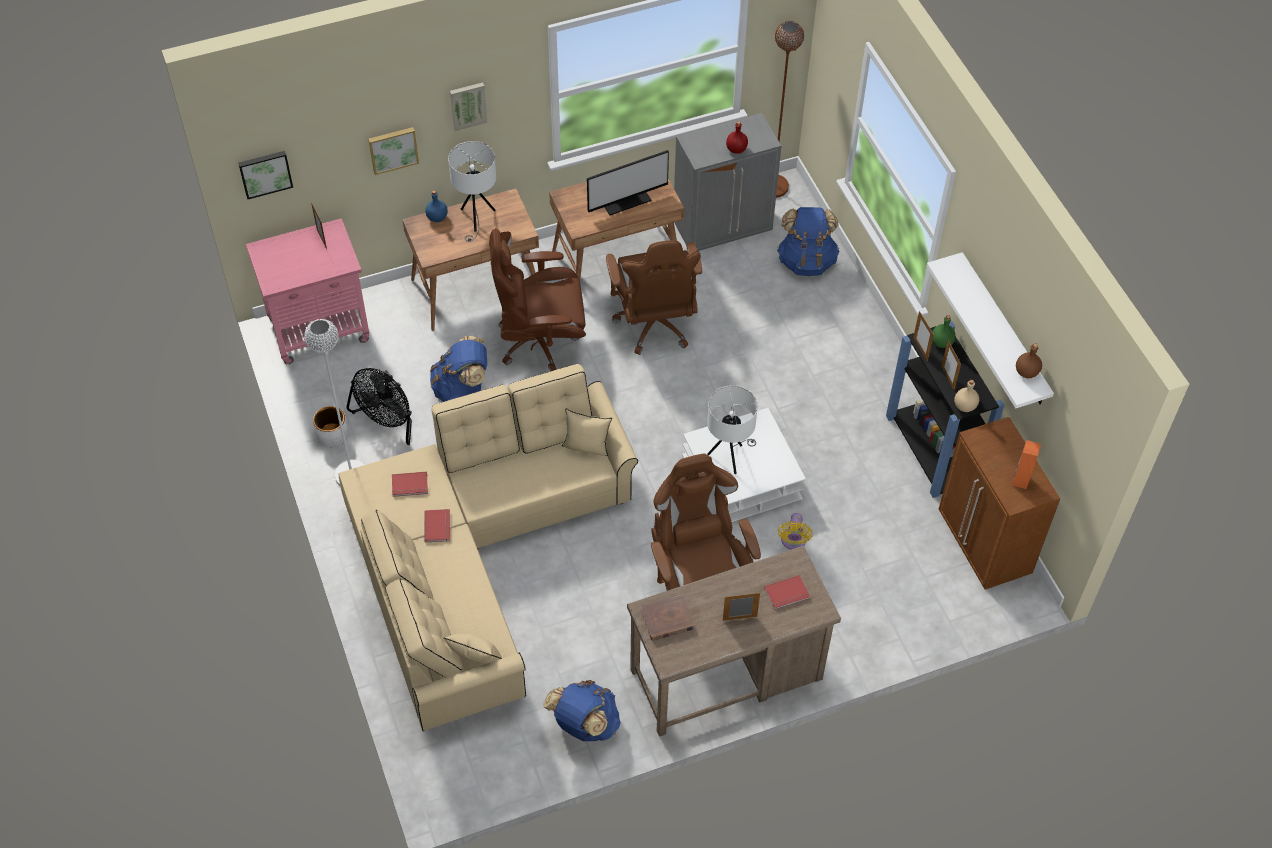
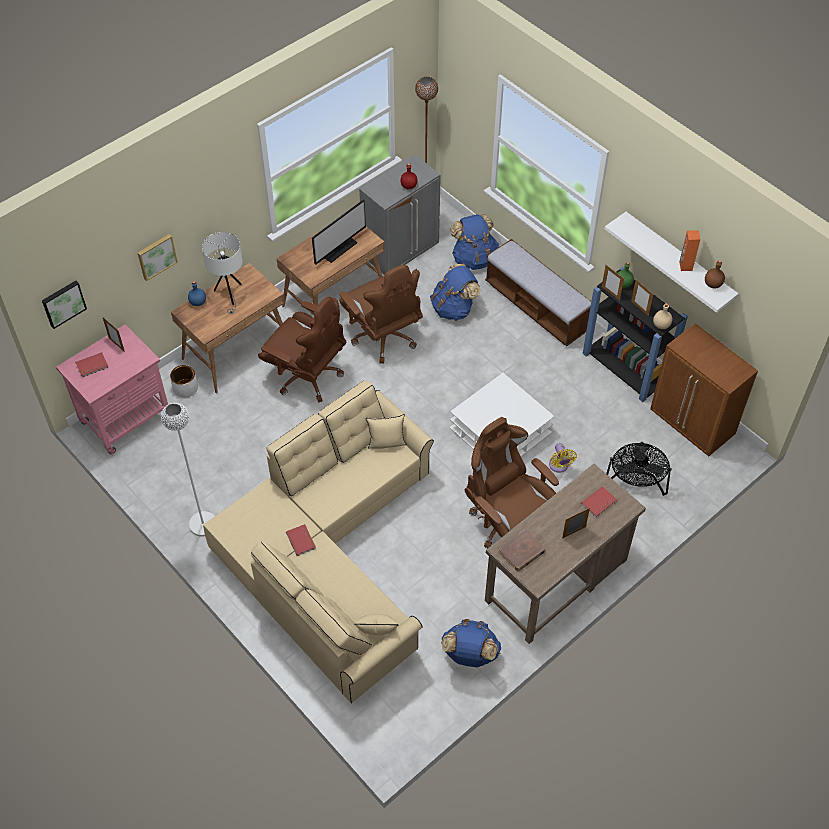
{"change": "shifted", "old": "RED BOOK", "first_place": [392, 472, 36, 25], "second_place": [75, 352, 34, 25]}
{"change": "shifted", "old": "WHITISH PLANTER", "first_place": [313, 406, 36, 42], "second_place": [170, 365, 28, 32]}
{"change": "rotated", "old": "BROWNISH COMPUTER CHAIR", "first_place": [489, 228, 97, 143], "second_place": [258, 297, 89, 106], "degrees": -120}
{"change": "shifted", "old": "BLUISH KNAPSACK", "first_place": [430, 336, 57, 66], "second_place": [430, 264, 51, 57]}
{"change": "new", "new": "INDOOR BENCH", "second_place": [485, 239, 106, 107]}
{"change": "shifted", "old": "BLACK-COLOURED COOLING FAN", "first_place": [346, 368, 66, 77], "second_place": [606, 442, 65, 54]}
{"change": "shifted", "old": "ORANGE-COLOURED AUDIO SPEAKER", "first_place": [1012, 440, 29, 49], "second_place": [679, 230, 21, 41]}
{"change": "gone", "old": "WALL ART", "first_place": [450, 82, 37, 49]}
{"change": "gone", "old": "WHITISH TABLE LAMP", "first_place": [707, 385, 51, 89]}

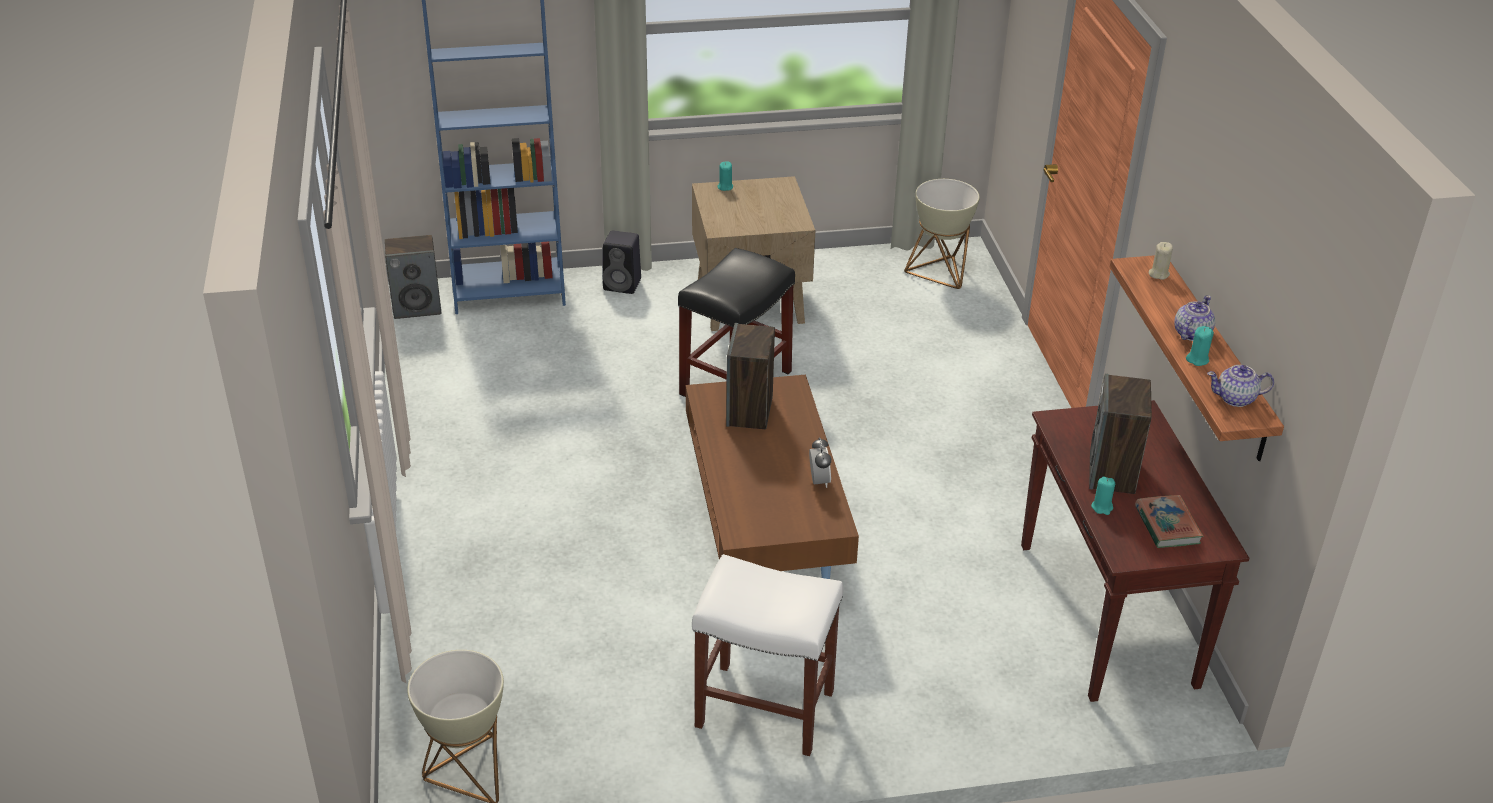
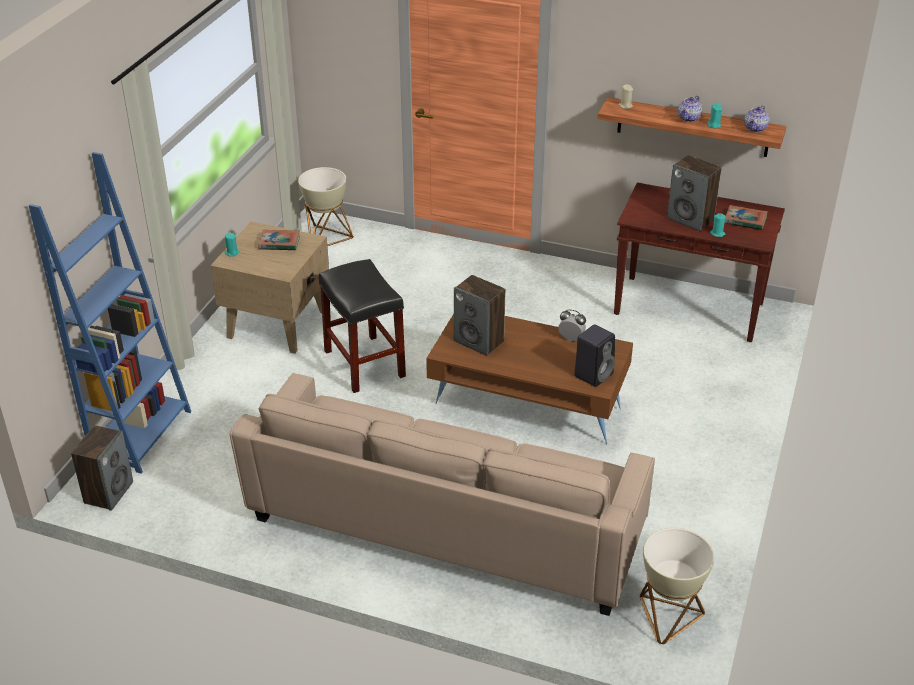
{"change": "new", "new": "BEIGE SETTEE", "second_place": [230, 373, 425, 243]}
{"change": "new", "new": "BOOK", "second_place": [258, 230, 42, 20]}
{"change": "shifted", "old": "BLACK-COLOURED AUDIO SPEAKER", "first_place": [603, 230, 38, 64], "second_place": [574, 325, 41, 62]}
{"change": "rotated", "old": "POT FOR TEA", "first_place": [1174, 295, 41, 46], "second_place": [678, 96, 24, 26], "degrees": -120}
{"change": "gone", "old": "WHITISH STOOL", "first_place": [692, 554, 151, 202]}

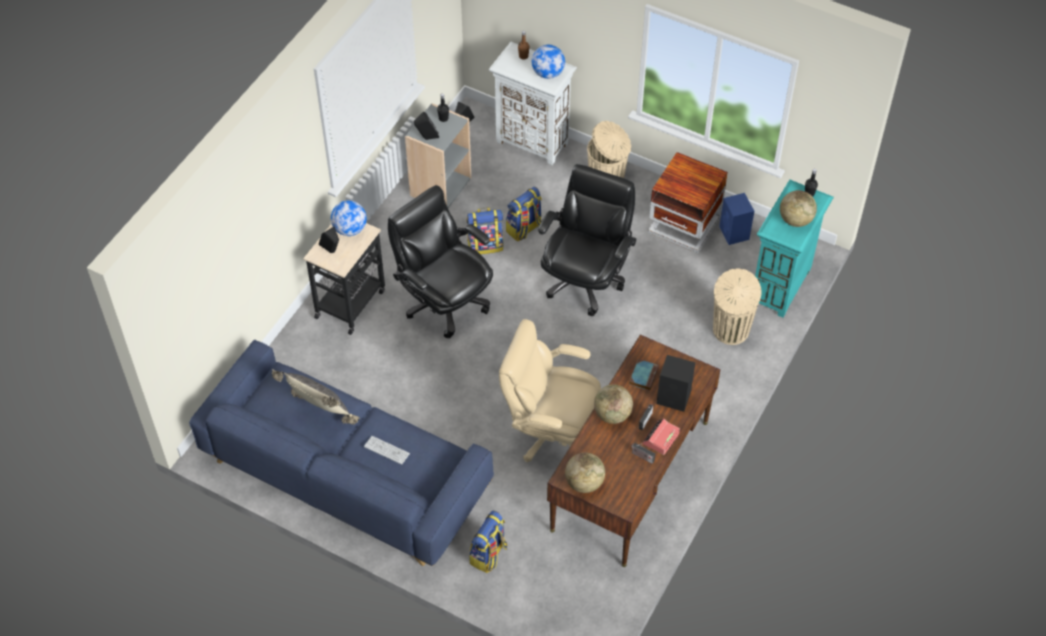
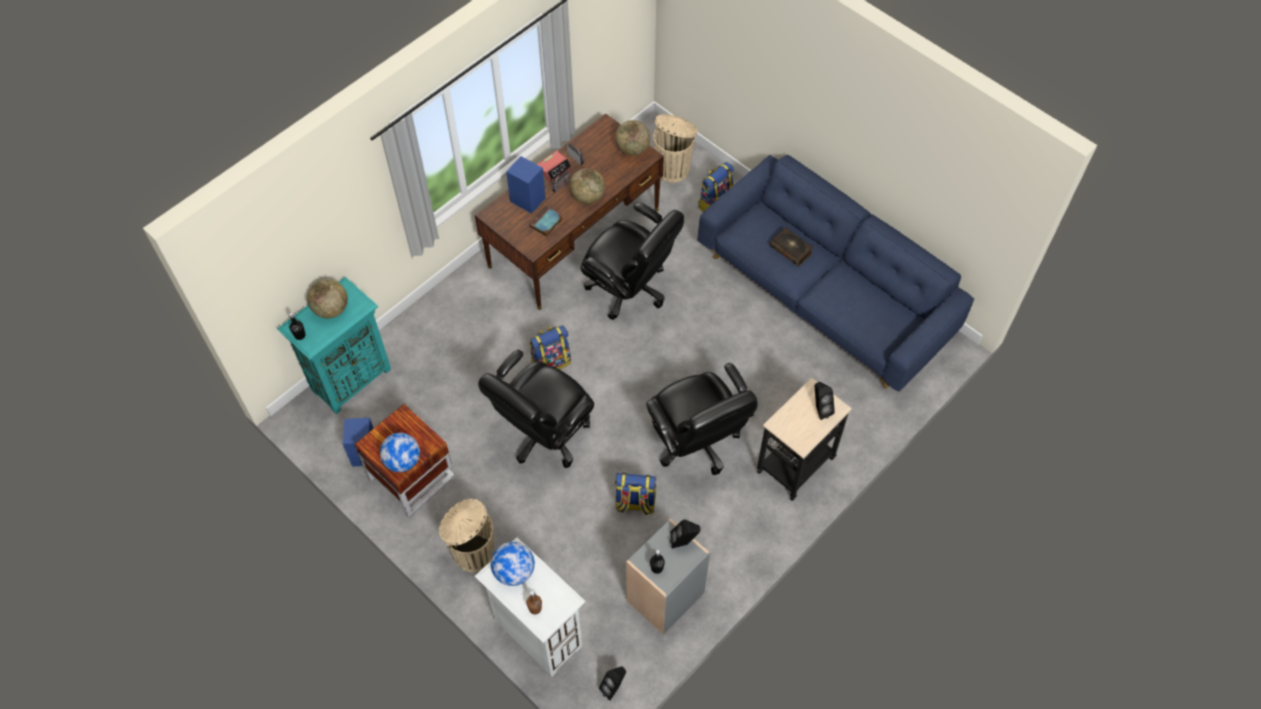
{"change": "shifted", "old": "GLOBE", "first_place": [331, 200, 36, 36], "second_place": [380, 433, 40, 39]}
{"change": "repainted", "old": "BLACK-COLOURED AUDIO SPEAKER", "new": "BLUISH AUDIO SPEAKER", "first_place": [656, 355, 39, 57], "second_place": [506, 156, 40, 58]}
{"change": "shifted", "old": "KNAPSACK", "first_place": [506, 187, 36, 54], "second_place": [529, 325, 42, 45]}
{"change": "repainted", "old": "BEIGE COMPUTER CHAIR", "new": "BLACK-COLOURED COMPUTER CHAIR", "first_place": [499, 319, 102, 143], "second_place": [581, 202, 103, 118]}
{"change": "shifted", "old": "BEIGE TRASH CAN", "first_place": [713, 268, 48, 77], "second_place": [653, 114, 45, 69]}
{"change": "swapped", "old": "COMPUTER KEYBOARD", "new": "BOOK", "first_place": [364, 436, 46, 29], "second_place": [770, 227, 43, 40]}
{"change": "gone", "old": "THROW PILLOW", "first_place": [272, 369, 88, 56]}

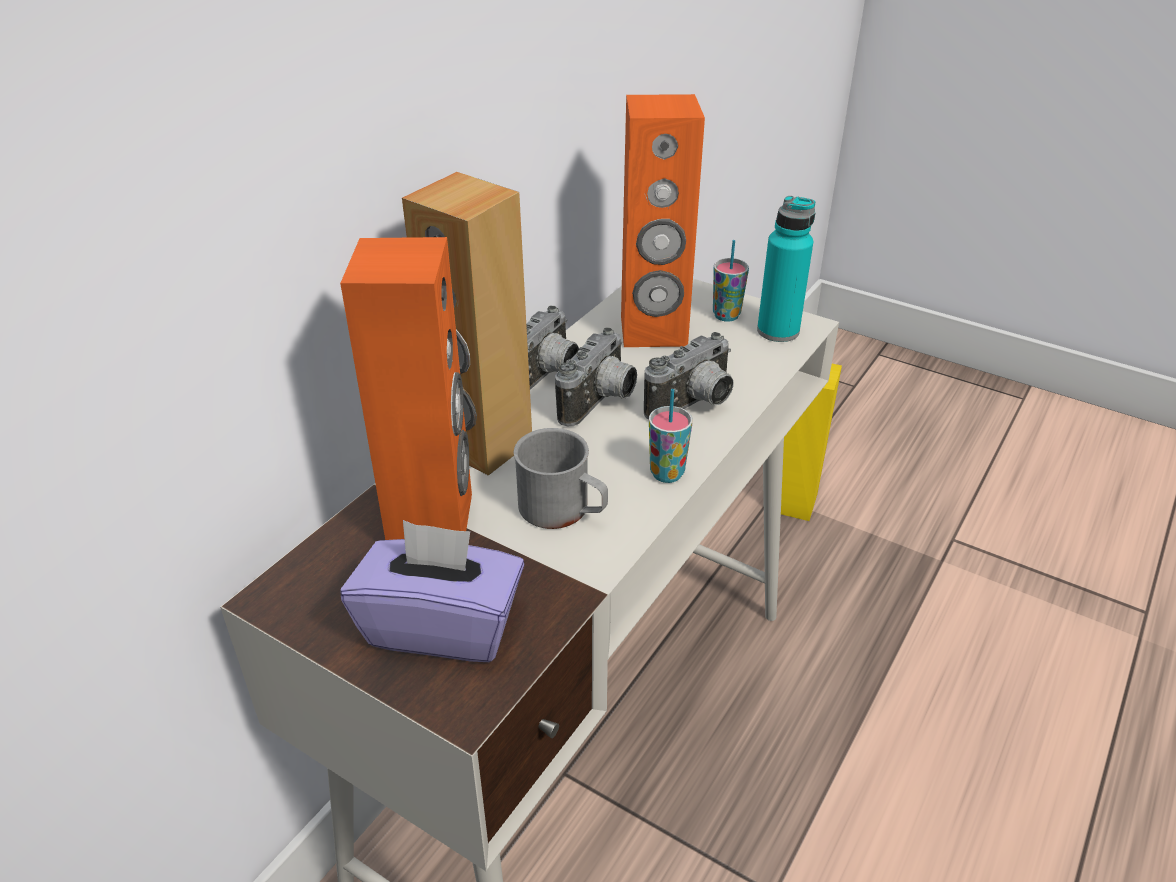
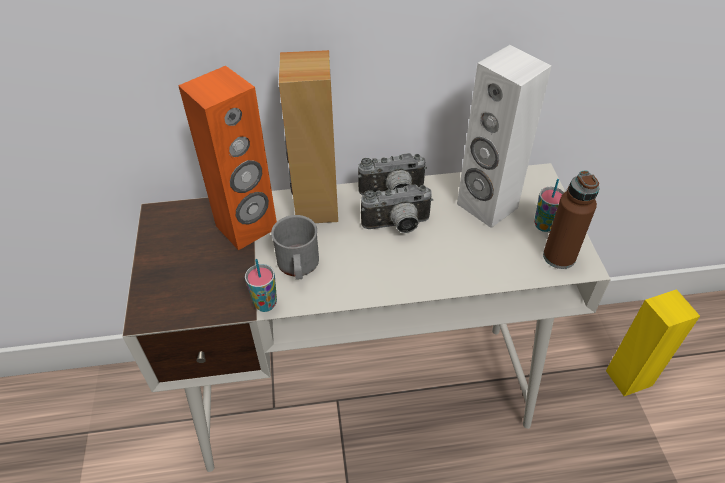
{"change": "shifted", "old": "CUP", "first_place": [649, 389, 44, 94], "second_place": [245, 259, 32, 53]}
{"change": "repainted", "old": "ORANGE-COLOURED AUDIO SPEAKER", "new": "WHITISH AUDIO SPEAKER", "first_place": [621, 94, 84, 253], "second_place": [457, 45, 95, 183]}
{"change": "repainted", "old": "TURQUOISE BOTTLE", "new": "BROWNISH BOTTLE", "first_place": [757, 196, 58, 146], "second_place": [543, 171, 57, 98]}
{"change": "gone", "old": "PURPLE TISSUE BOX", "first_place": [340, 520, 185, 142]}
{"change": "gone", "old": "PHOTO CAMERA", "first_place": [644, 332, 90, 87]}

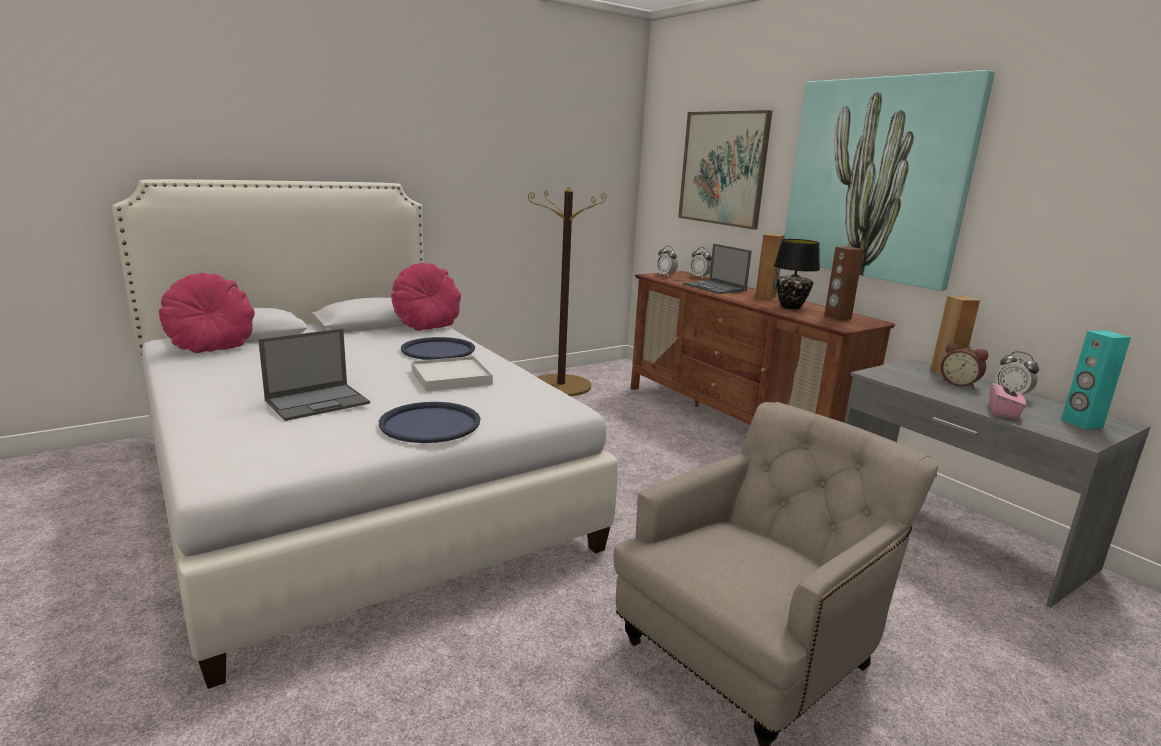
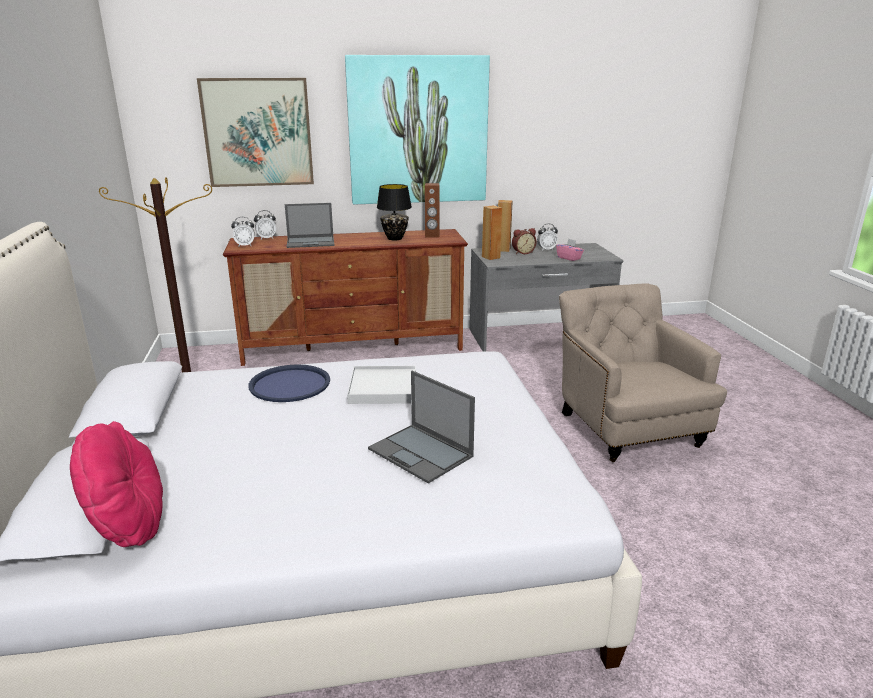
{"change": "rotated", "old": "NOTEBOOK COMPUTER", "first_place": [258, 328, 112, 93], "second_place": [368, 371, 107, 112], "degrees": 150}
{"change": "shifted", "old": "BROWNISH AUDIO SPEAKER", "first_place": [755, 233, 30, 67], "second_place": [482, 205, 20, 55]}
{"change": "gone", "old": "BLUISH CARRYING TRAY", "first_place": [379, 402, 101, 41]}
{"change": "gone", "old": "PINK-COLOURED THROW PILLOW", "first_place": [391, 263, 70, 68]}
{"change": "gone", "old": "TURQUOISE AUDIO SPEAKER", "first_place": [1061, 330, 70, 99]}

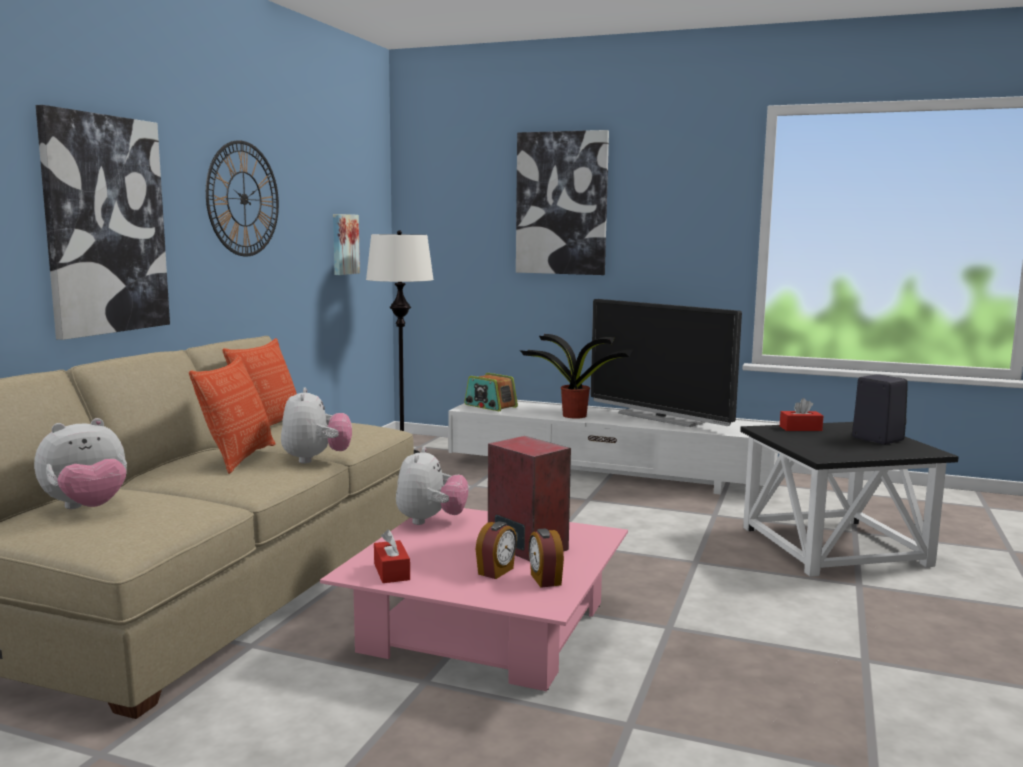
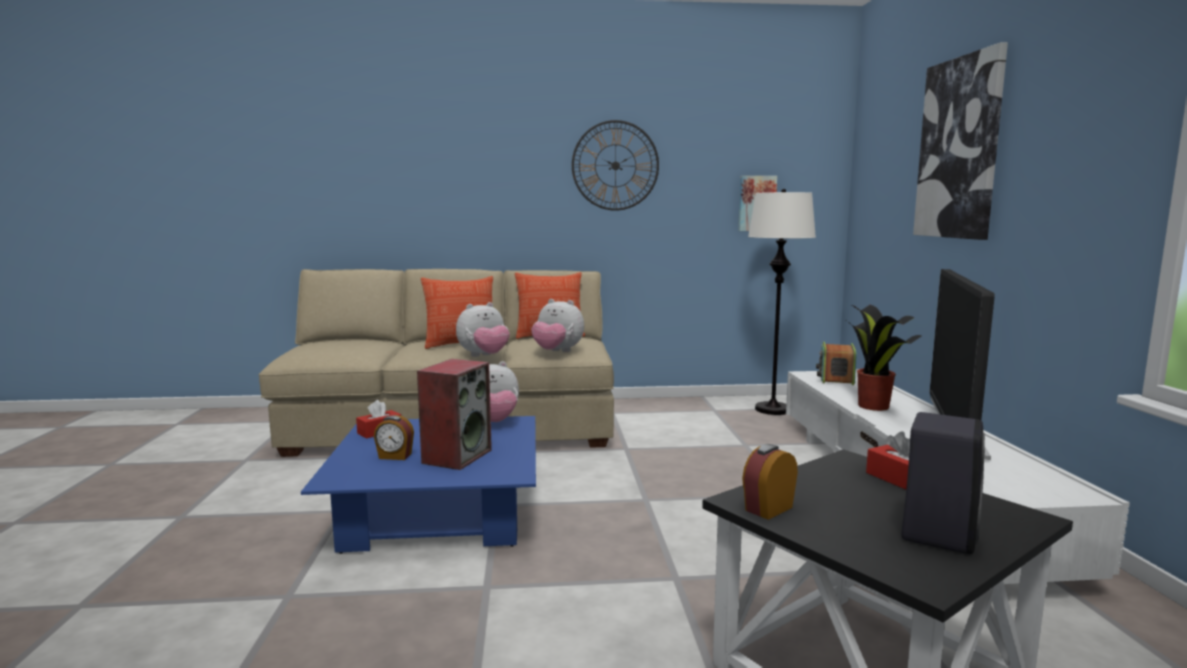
{"change": "repainted", "old": "PINK-COLOURED LOW TABLE", "new": "BLUISH LOW TABLE", "first_place": [320, 508, 308, 183], "second_place": [301, 416, 235, 138]}
{"change": "shifted", "old": "SOFT TOY", "first_place": [34, 418, 93, 91], "second_place": [531, 299, 53, 53]}
{"change": "shifted", "old": "BEDSIDE CLOCK", "first_place": [529, 529, 35, 58], "second_place": [742, 444, 56, 76]}
{"change": "gone", "old": "WALL ART", "first_place": [36, 105, 134, 235]}

